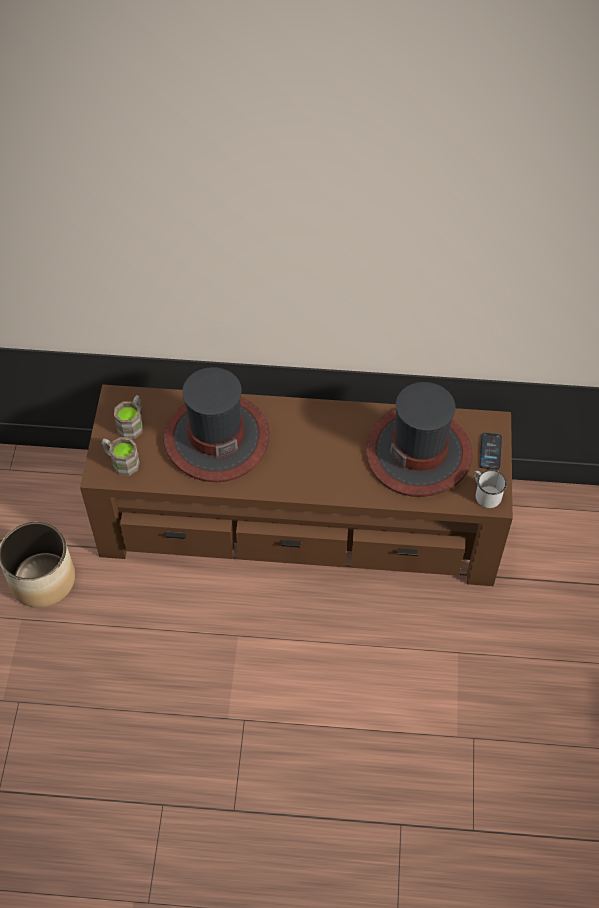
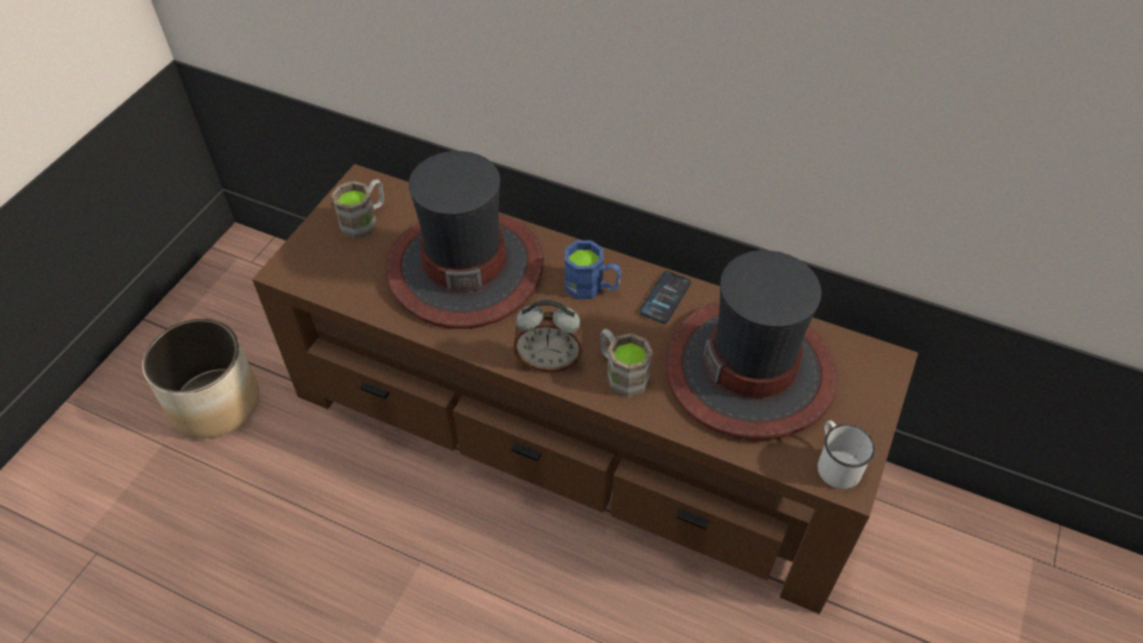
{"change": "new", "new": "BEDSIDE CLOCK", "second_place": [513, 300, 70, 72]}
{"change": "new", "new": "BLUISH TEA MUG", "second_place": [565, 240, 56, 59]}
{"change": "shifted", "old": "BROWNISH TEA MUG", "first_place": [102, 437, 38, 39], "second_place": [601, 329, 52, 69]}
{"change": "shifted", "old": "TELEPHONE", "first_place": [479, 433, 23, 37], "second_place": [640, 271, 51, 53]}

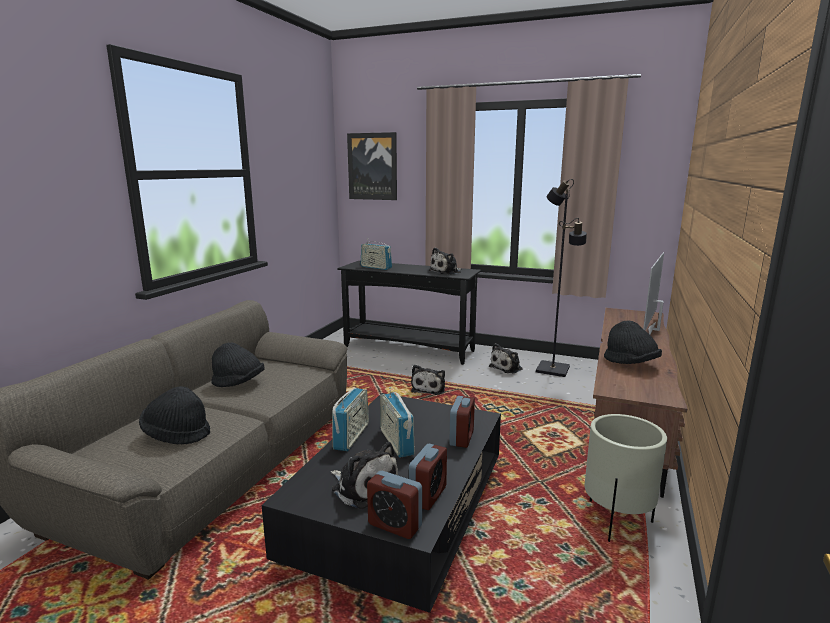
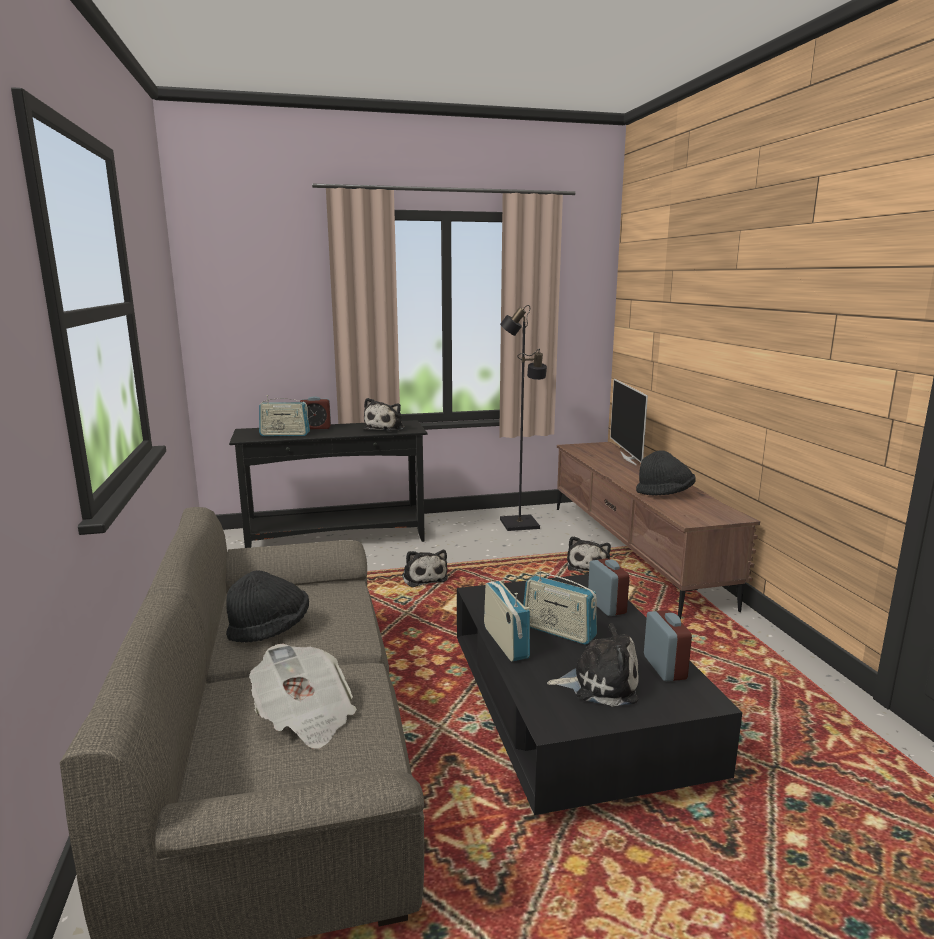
{"change": "swapped", "old": "BLACK-COLOURED HAT", "new": "NEWSPAPER", "first_place": [139, 386, 71, 59], "second_place": [249, 644, 108, 105]}
{"change": "shifted", "old": "BEDSIDE CLOCK", "first_place": [367, 471, 55, 68], "second_place": [300, 396, 31, 33]}
{"change": "shifted", "old": "SOFT TOY", "first_place": [489, 343, 34, 30], "second_place": [567, 536, 44, 35]}
{"change": "gone", "old": "WALL ART", "first_place": [347, 132, 50, 68]}
{"change": "gone", "old": "BEIGE PLANTER", "first_place": [585, 414, 82, 128]}

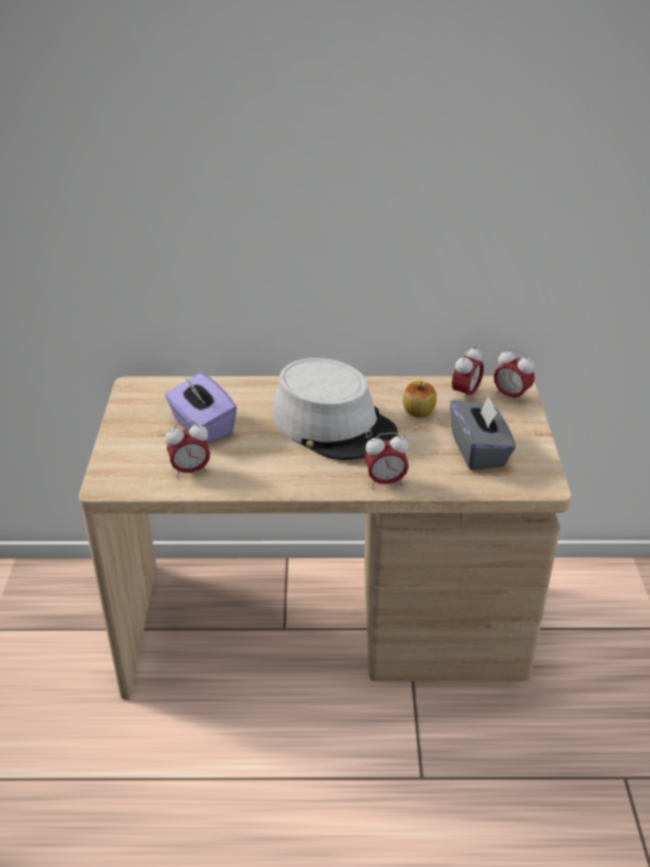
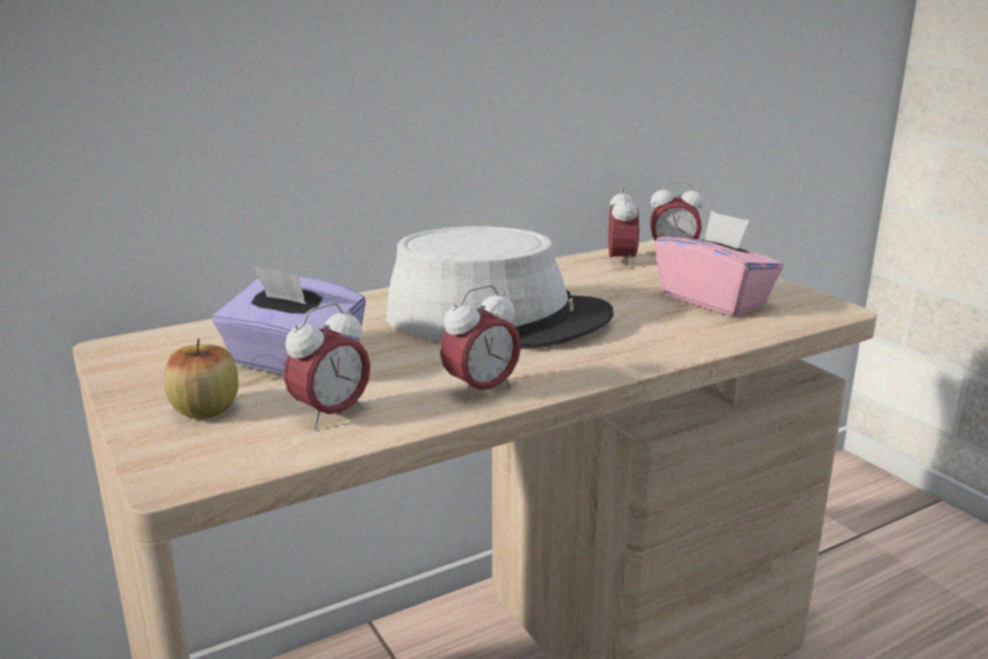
{"change": "shifted", "old": "WHOLE APPLE", "first_place": [403, 381, 34, 37], "second_place": [164, 339, 74, 80]}
{"change": "shifted", "old": "BEDSIDE CLOCK", "first_place": [365, 432, 44, 56], "second_place": [440, 285, 81, 118]}
{"change": "repainted", "old": "GREY TISSUE BOX", "new": "PINK-COLOURED TISSUE BOX", "first_place": [450, 395, 66, 75], "second_place": [655, 211, 128, 105]}

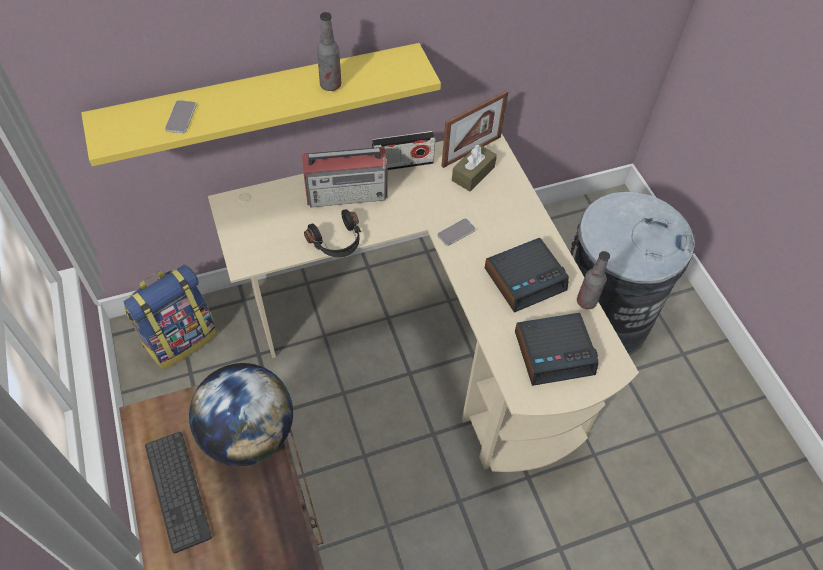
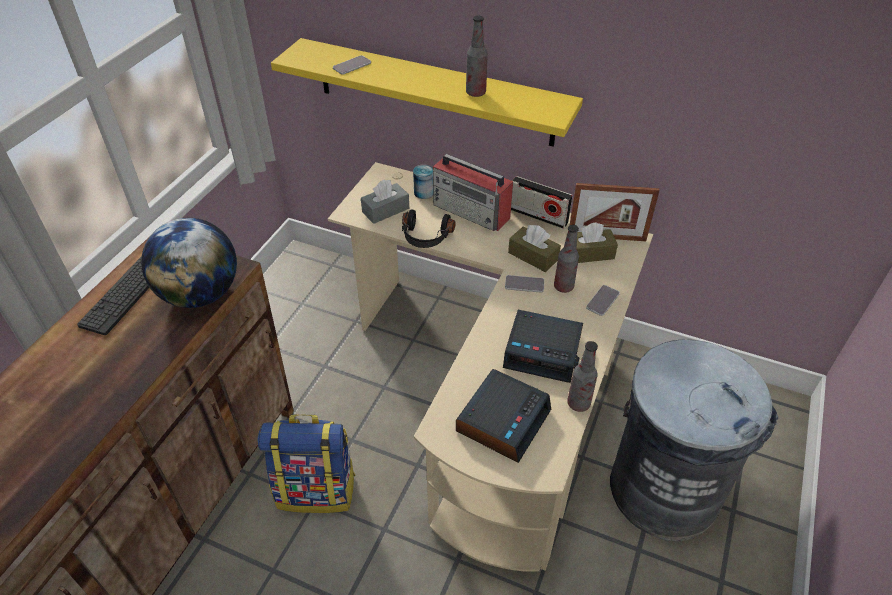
{"change": "shifted", "old": "KNAPSACK", "first_place": [124, 265, 93, 105], "second_place": [258, 414, 98, 99]}
{"change": "new", "new": "GREY TISSUE BOX", "second_place": [361, 180, 48, 44]}
{"change": "new", "new": "SEALED CAN", "second_place": [413, 164, 20, 35]}
{"change": "rotated", "old": "BEDSIDE CLOCK", "first_place": [515, 313, 84, 73], "second_place": [456, 369, 95, 94], "degrees": -90}
{"change": "new", "new": "BROWNISH TISSUE BOX", "second_place": [508, 225, 53, 47]}
{"change": "new", "new": "BOTTLE", "second_place": [554, 225, 25, 68]}
{"change": "new", "new": "TELEPHONE", "second_place": [586, 285, 34, 31]}

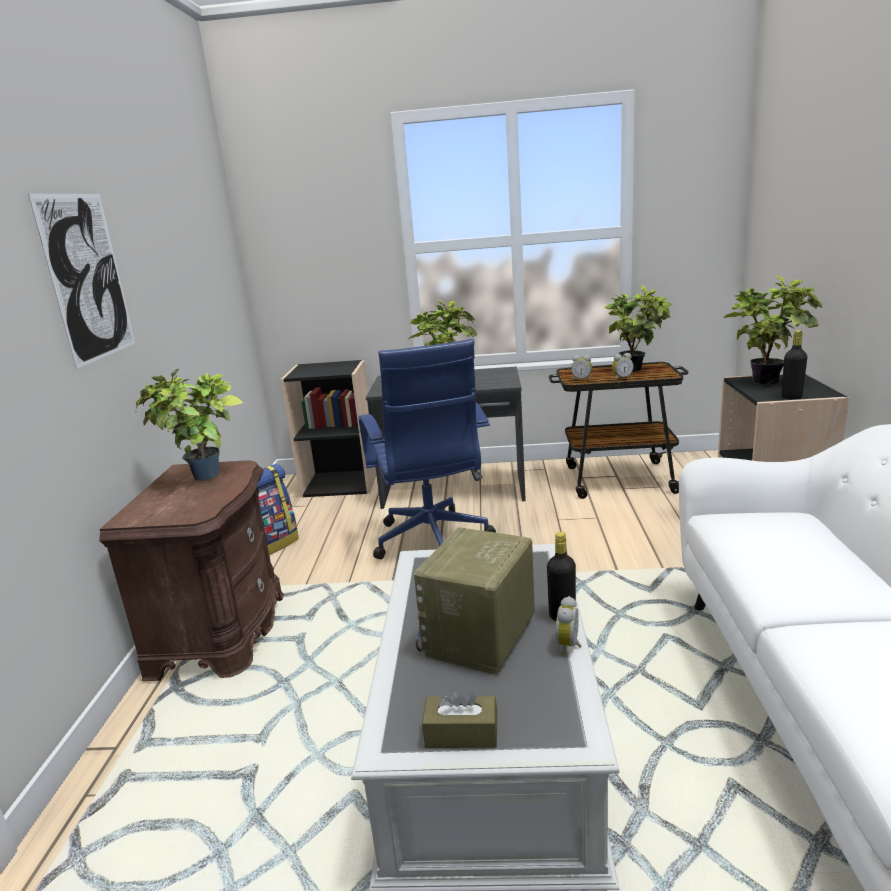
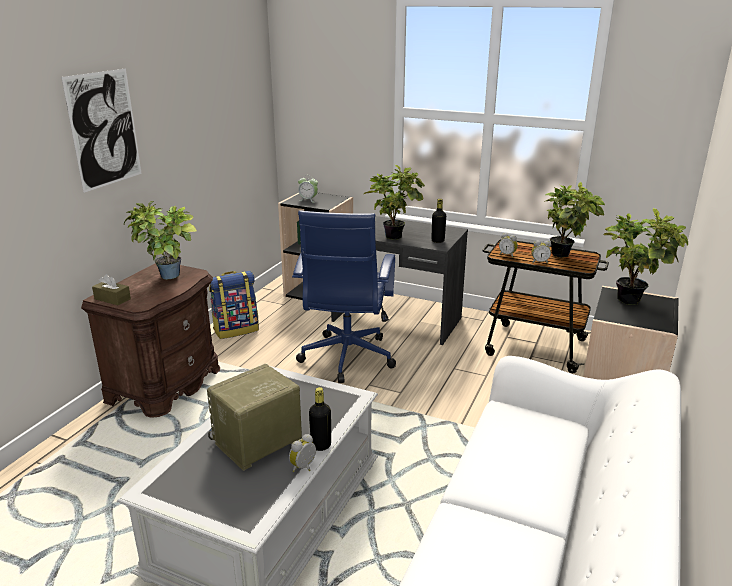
{"change": "shifted", "old": "BROWNISH TISSUE BOX", "first_place": [422, 686, 75, 62], "second_place": [92, 274, 39, 31]}
{"change": "new", "new": "BEDSIDE CLOCK", "second_place": [298, 175, 20, 28]}
{"change": "shifted", "old": "BLACK-COLOURED BOTTLE", "first_place": [781, 330, 26, 69], "second_place": [431, 199, 15, 44]}

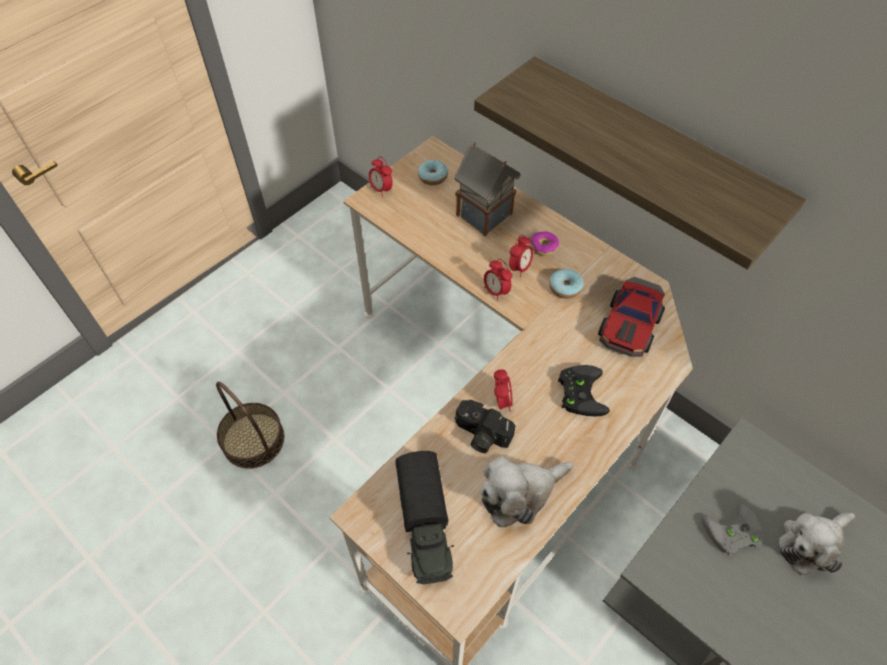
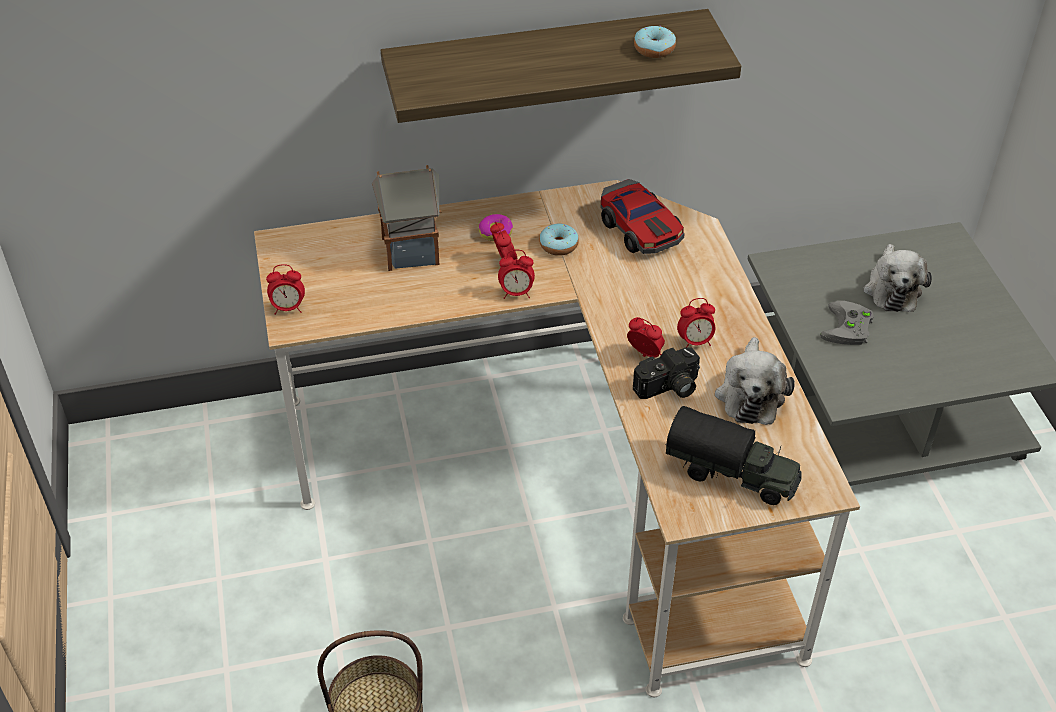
{"change": "shifted", "old": "DOUGHNUT", "first_place": [418, 160, 30, 25], "second_place": [634, 26, 42, 32]}
{"change": "new", "new": "BEDSIDE CLOCK", "second_place": [677, 298, 38, 50]}
{"change": "gone", "old": "BLACK-COLOURED GAME CONTROLLER", "first_place": [558, 365, 52, 51]}

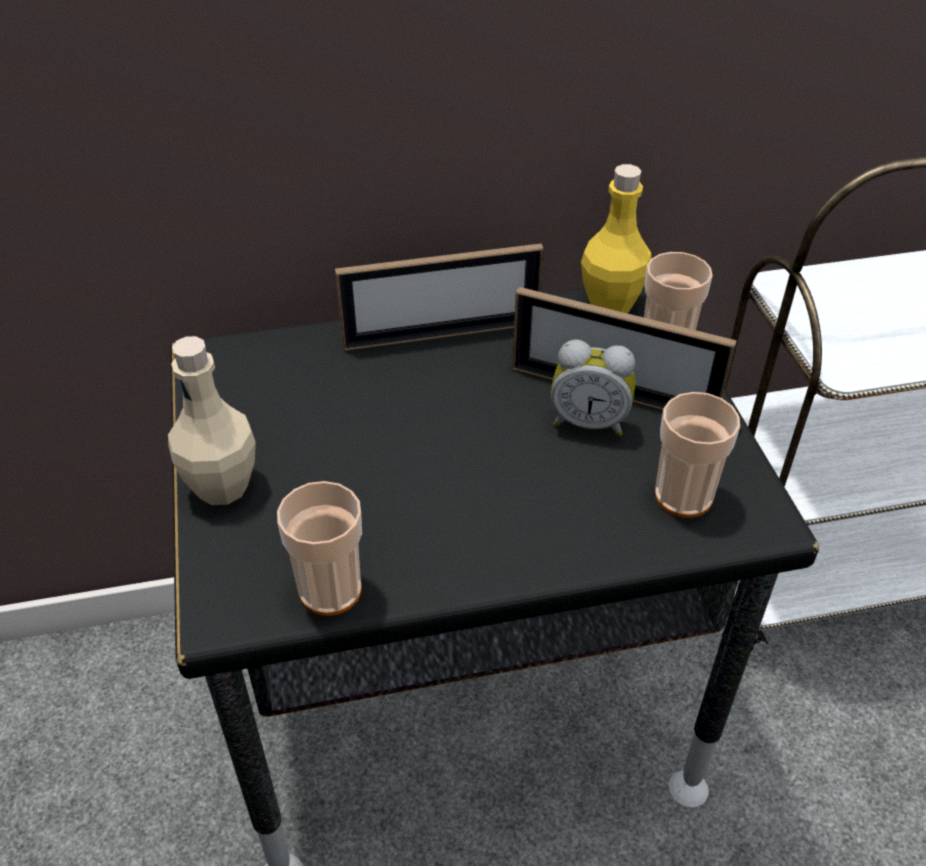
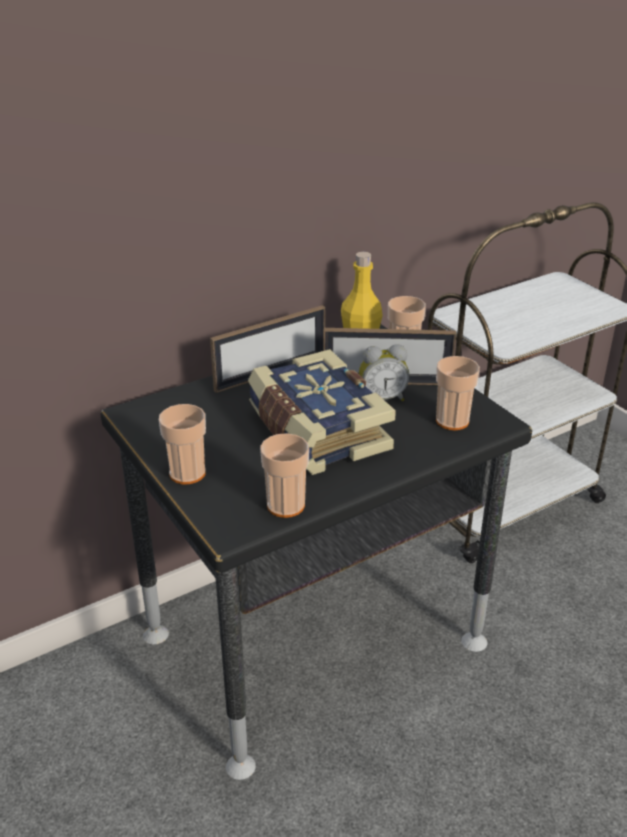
{"change": "swapped", "old": "BEIGE BOTTLE", "new": "CUP", "first_place": [168, 336, 88, 169], "second_place": [159, 404, 47, 81]}
{"change": "new", "new": "BOOK", "second_place": [248, 349, 148, 126]}

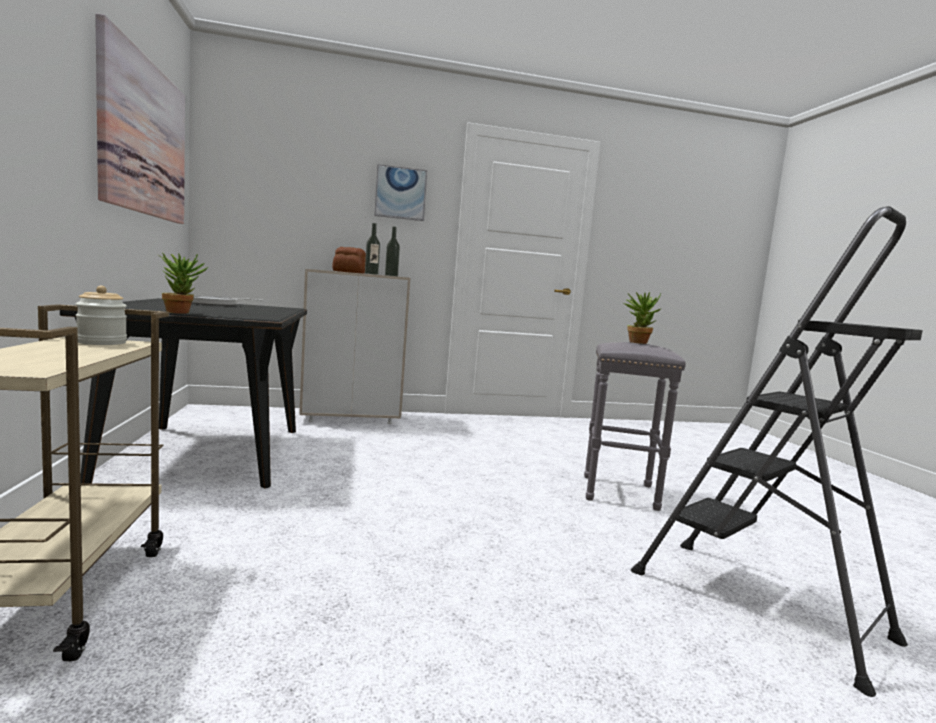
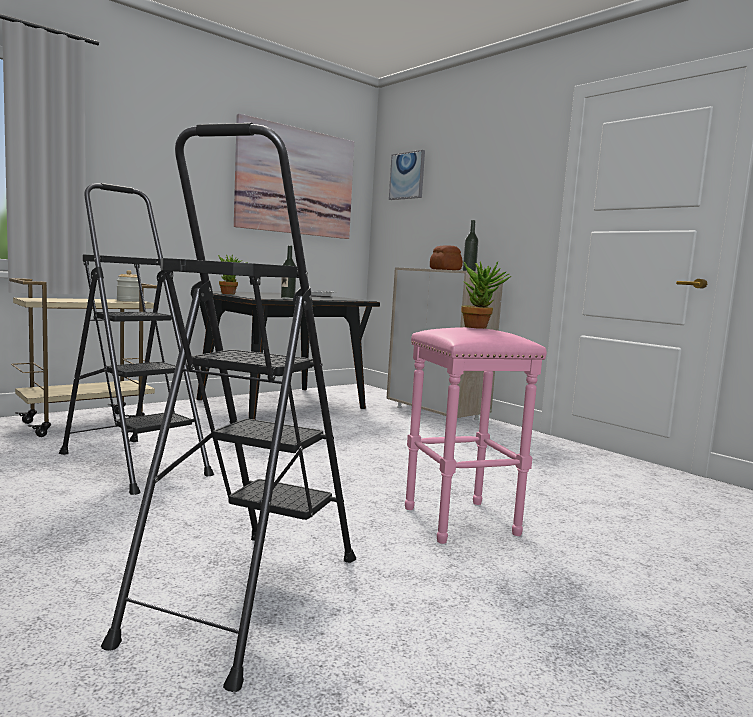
{"change": "new", "new": "STEPLADDER", "second_place": [59, 183, 155, 312]}
{"change": "shifted", "old": "BOTTLE", "first_place": [365, 223, 15, 52], "second_place": [281, 245, 15, 54]}
{"change": "shifted", "old": "WALL ART", "first_place": [374, 164, 53, 57], "second_place": [389, 150, 36, 50]}
{"change": "repainted", "old": "GREY STOOL", "new": "PINK-COLOURED STOOL", "first_place": [584, 342, 102, 169], "second_place": [405, 327, 142, 217]}

